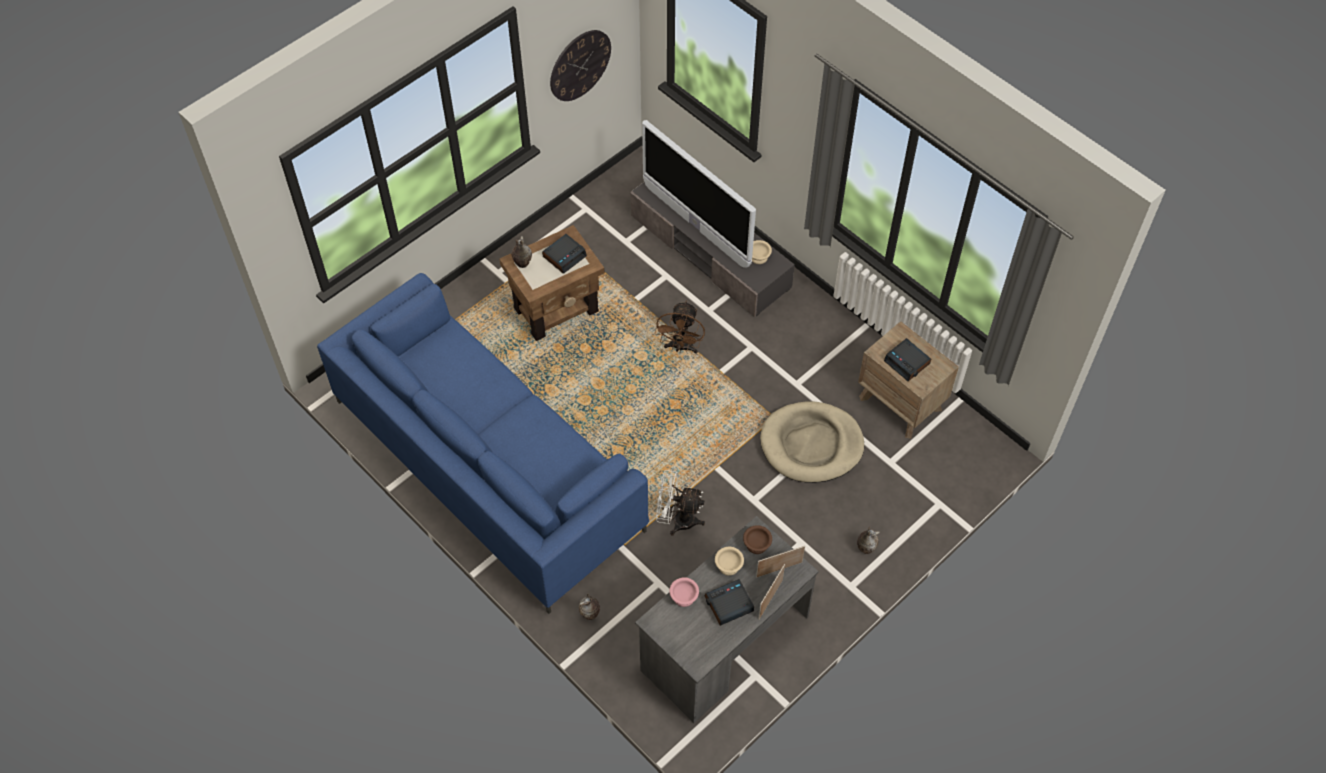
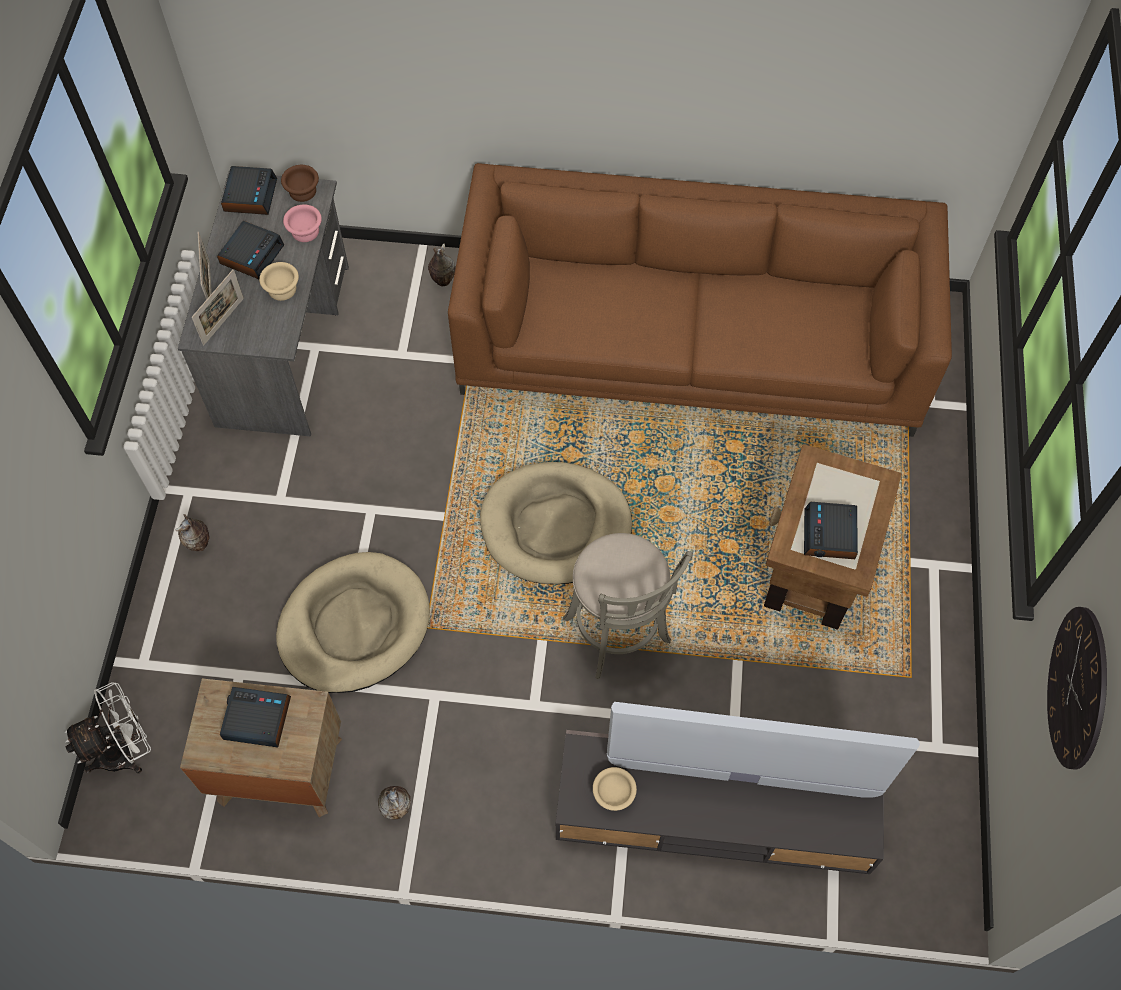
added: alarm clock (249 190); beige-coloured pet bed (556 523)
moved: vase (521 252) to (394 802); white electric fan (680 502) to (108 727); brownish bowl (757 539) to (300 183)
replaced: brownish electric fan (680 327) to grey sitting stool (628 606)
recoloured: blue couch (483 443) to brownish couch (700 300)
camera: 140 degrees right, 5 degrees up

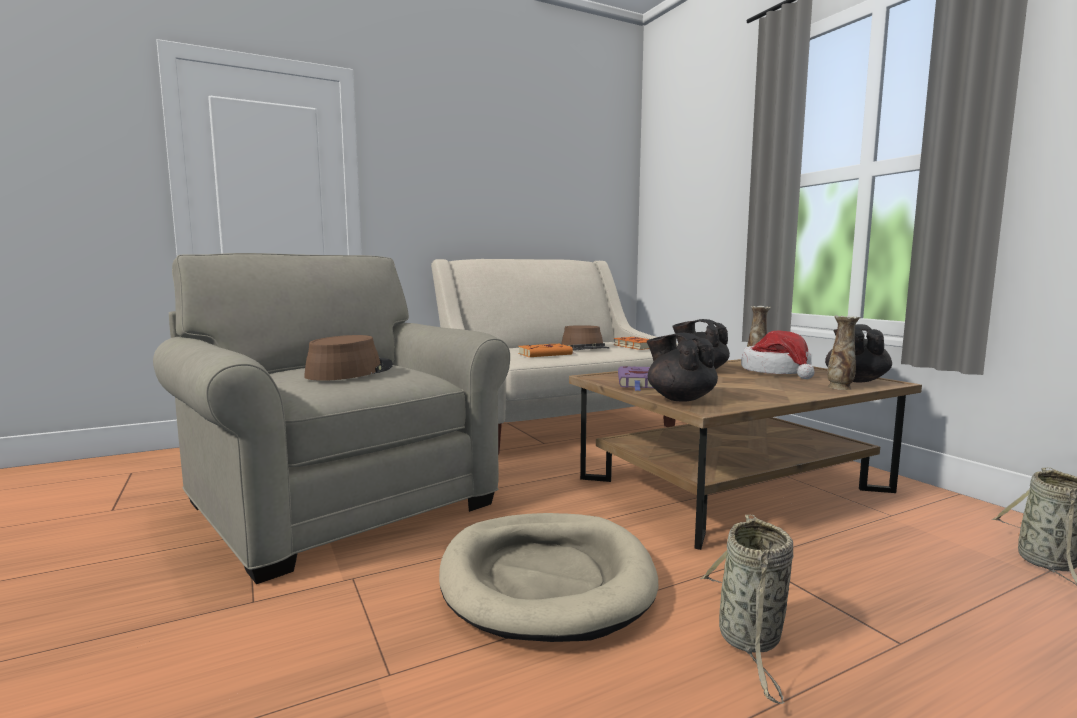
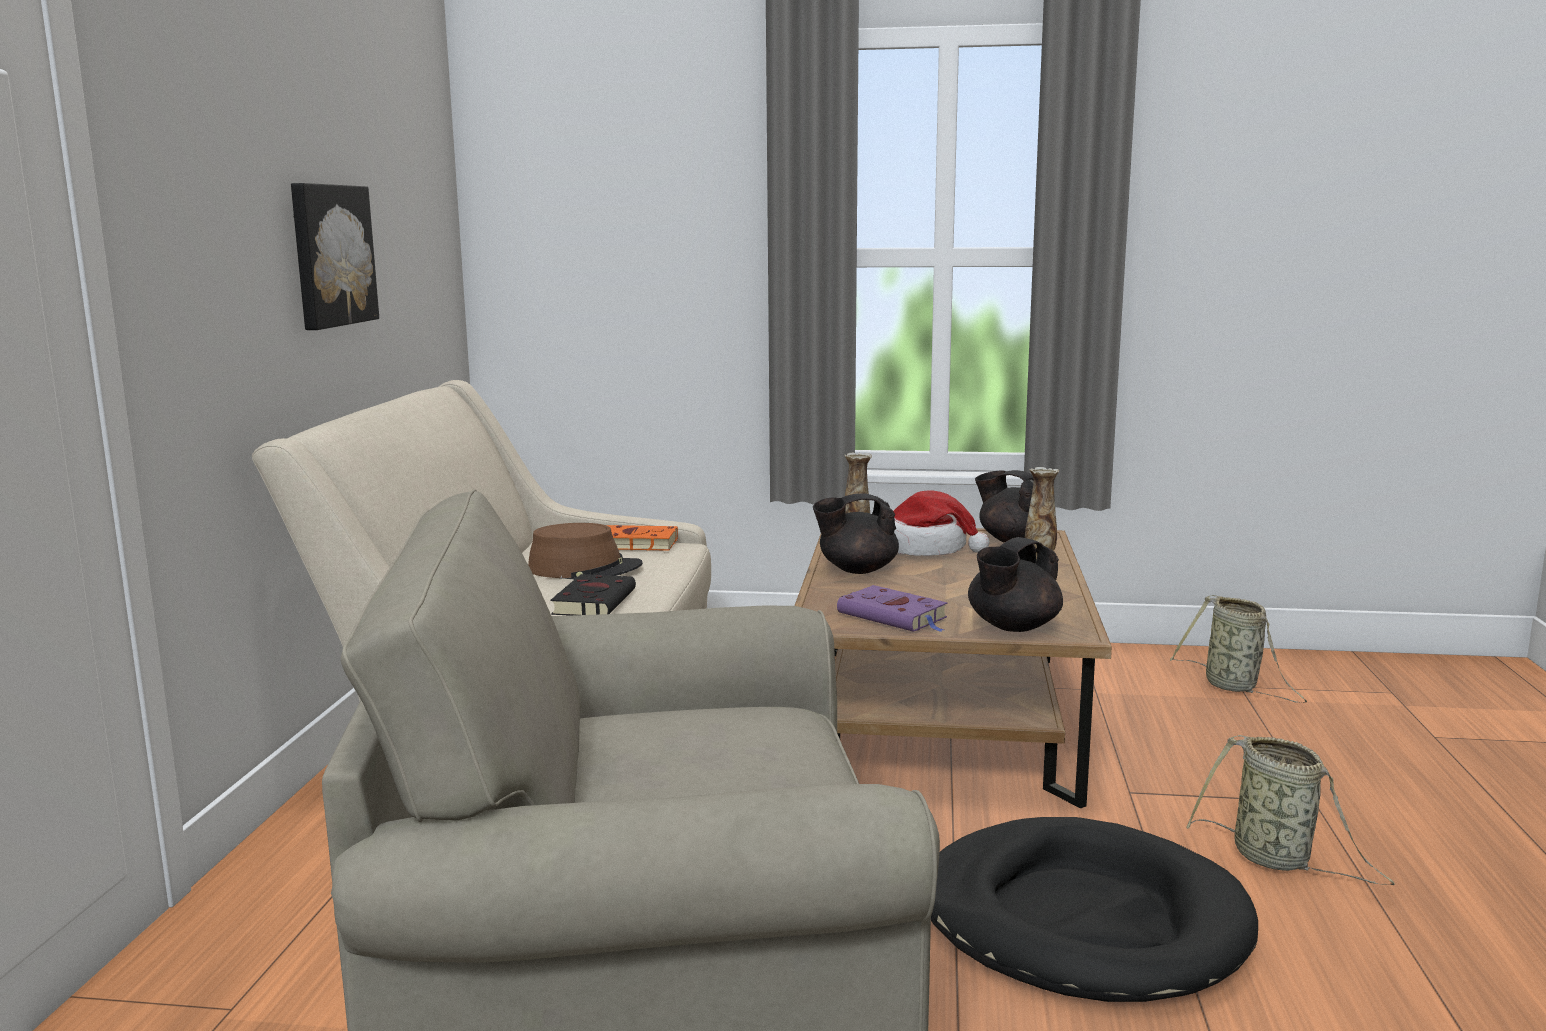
removed: brownish wearable hat (348 358)
added: wall art (335 256)
recoloured: orangey volume (545 350) to blackish volume (593 594); beige-coloured pet bed (548 577) to blackish pet bed (1094 909)
turned: blackish pot for tea (682 367) = (1015 584) 45 degrees counterclockwise
camera: 55 degrees left, 5 degrees up

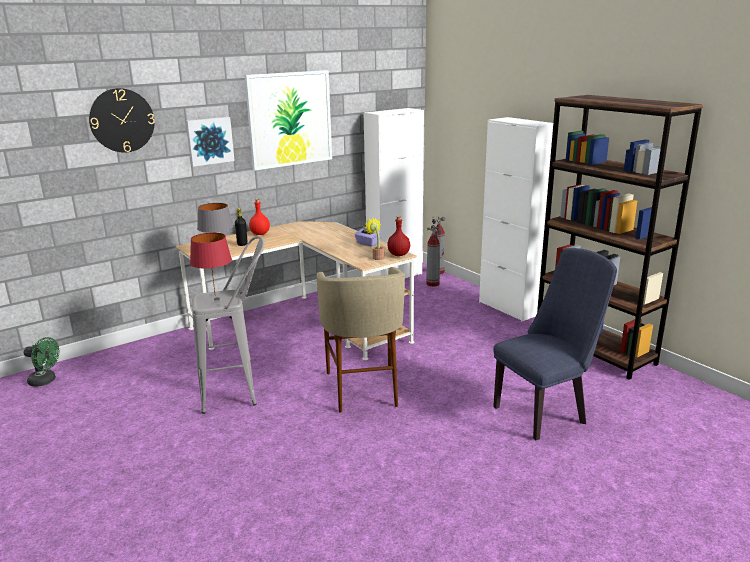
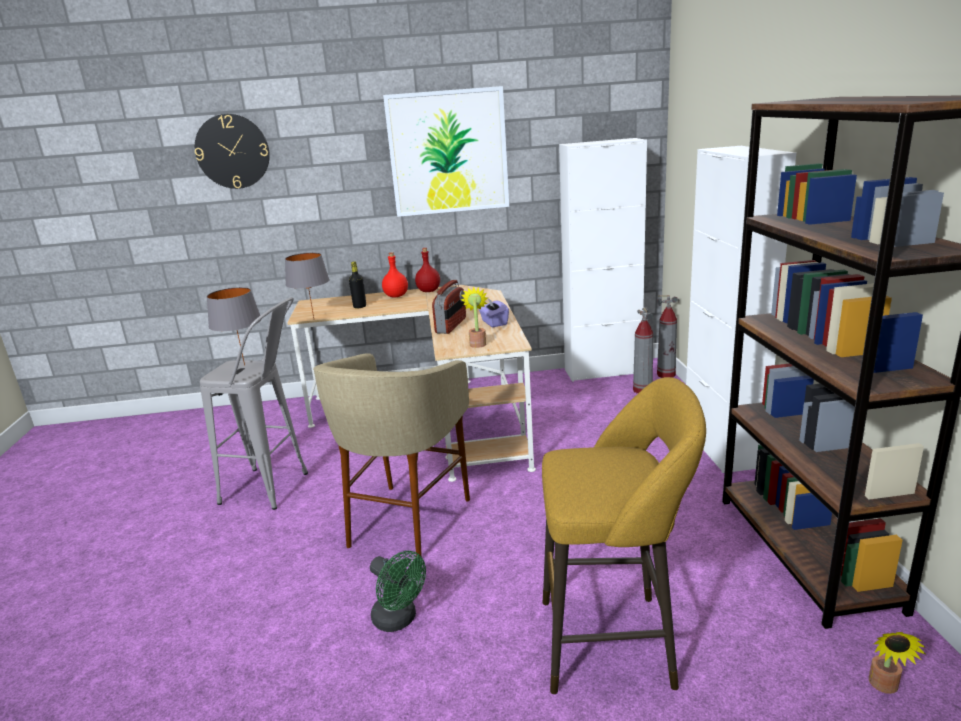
removed: wall art (210 142)
added: radio receiver (449 307); potted plant (898 663)
moved: reddish bottle (398 236) to (427 270); green electric fan (41 362) to (398 591)
replaced: blue upright chair (555 344) to yellowish sitting stool (624 535)
recoloured: reddish tabletop lamp (211 262) to grey tabletop lamp (234 326)
camera: 30 degrees right, 0 degrees up

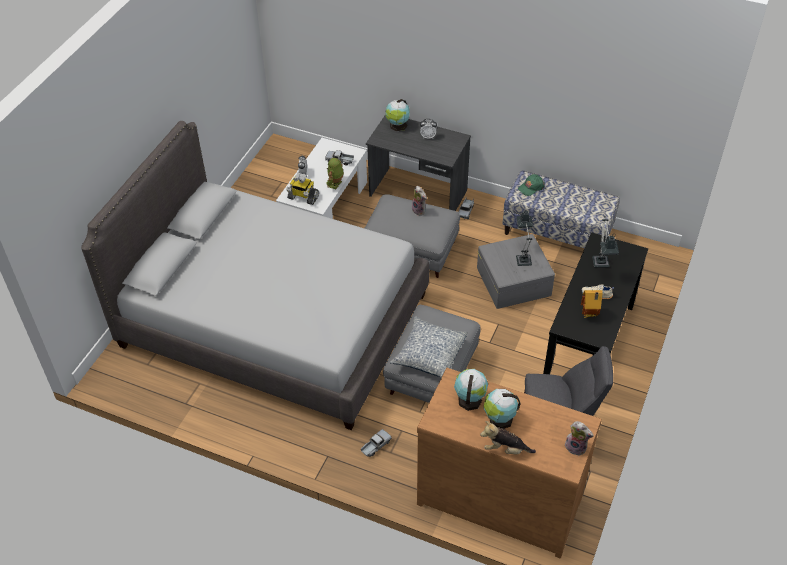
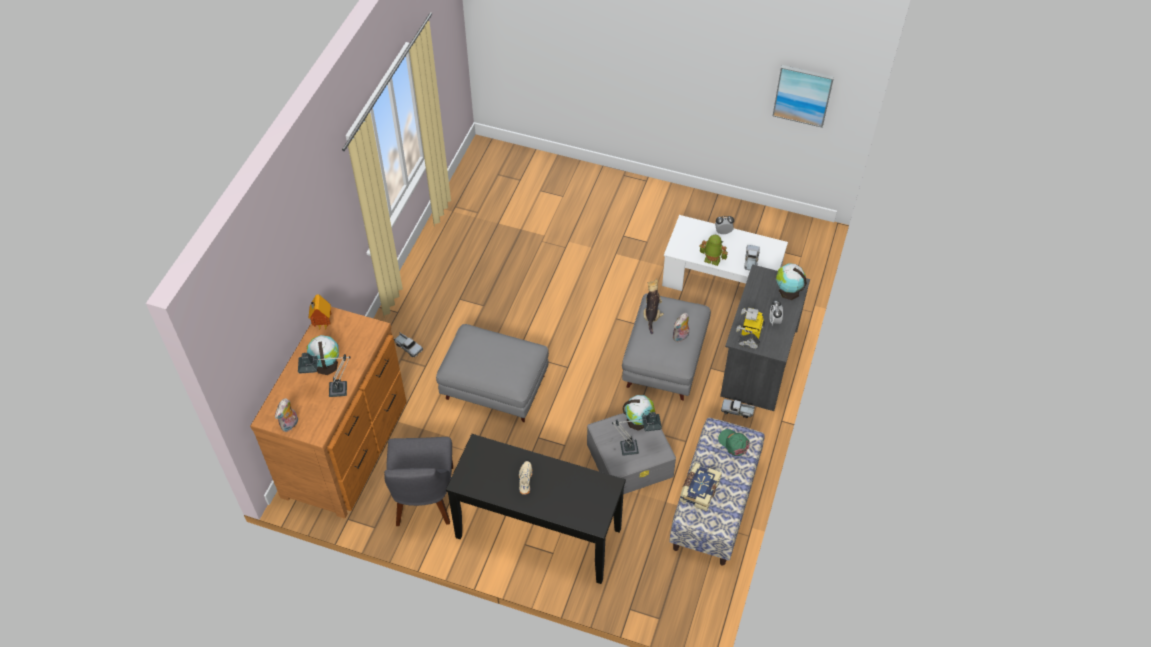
removed: grey sleeping bed (255 275); cushion (429 347)
added: wall art (803 96); volume (701 487)
moved: toy robot (302 189) to (750 328); tabletop lamp (605 242) to (324 375); toy house (592 304) to (320 312); globe (471 390) to (639 413); cuddly toy (508 438) to (653 306)
camera: 85 degrees right, 5 degrees up

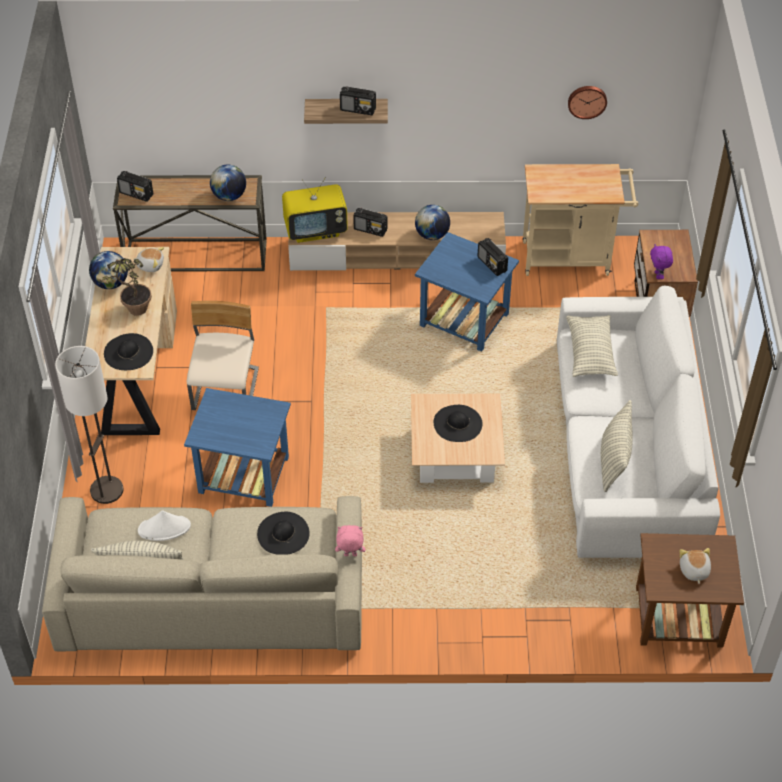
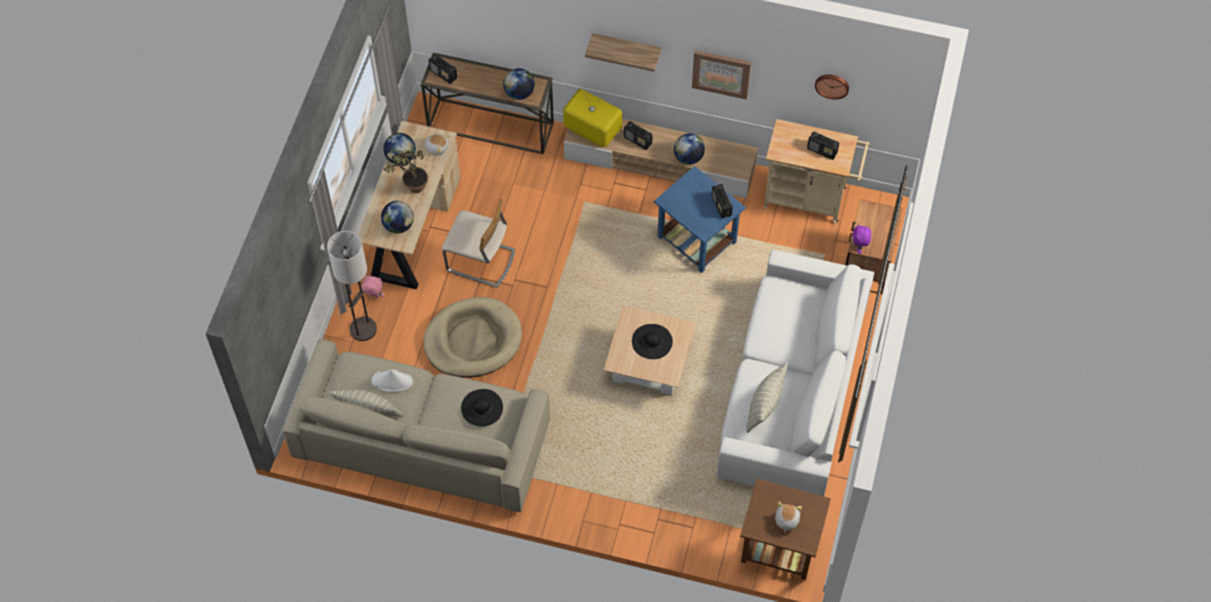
removed: cushion (592 346)
added: wall art (721 75)
moved: radio receiver (358 100) to (823 145); pinkish cuddly toy (350 540) to (373 287)
replaced: blackish wearable hat (128 351) to globe (397 217); blue accent table (237 447) to beige-coloured pet bed (472 337)
turned: television (315 210) = (592 118) 150 degrees counterclockwise; beige-coloured upright chair (222 355) = (478 243) 90 degrees clockwise
camera: 15 degrees right, 10 degrees up

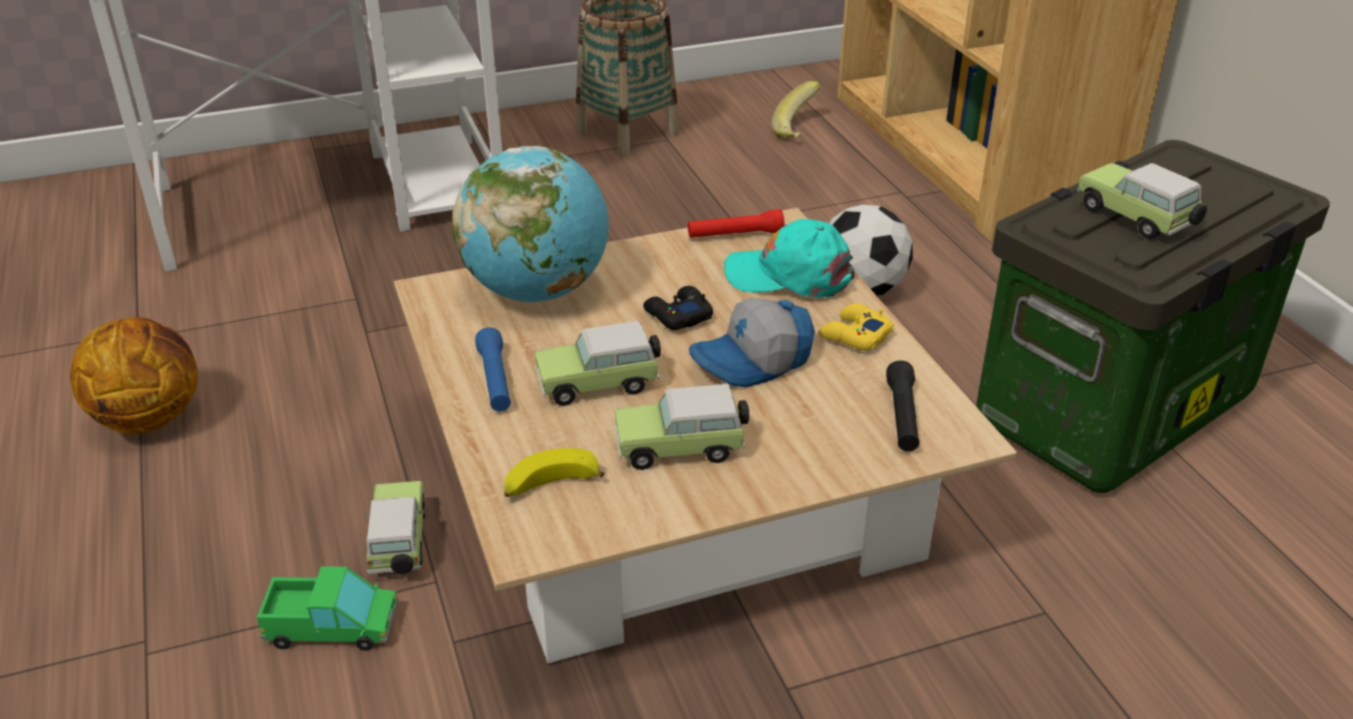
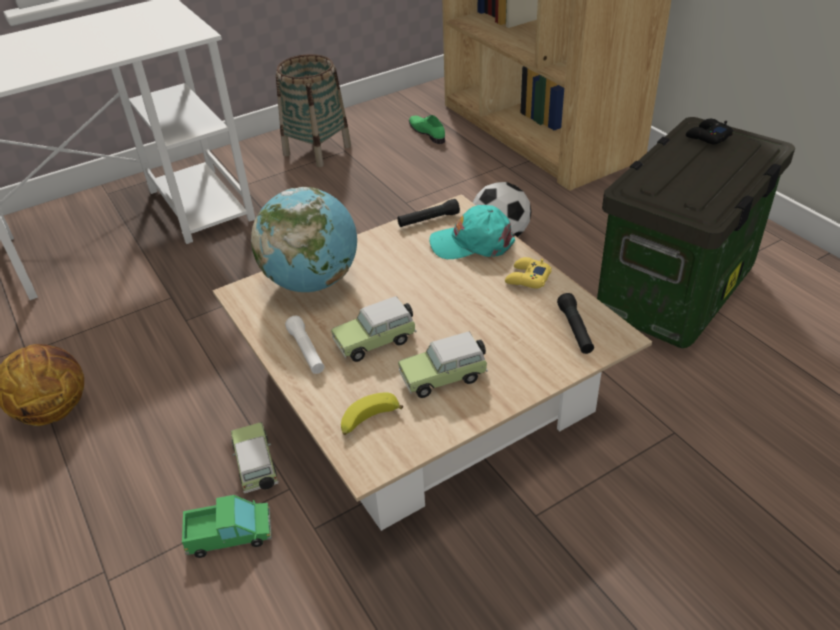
removed: model car (1142 201); peaked cap (752 343)
moved: blackish joypad (678 308) to (709 131)
replaced: banana (796 109) to green shoe (427 129)
recoloured: reddish flashlight (736 223) to blackish flashlight (428 213); blue flashlight (493 369) to white flashlight (304 345)
camera: 10 degrees left, 5 degrees up

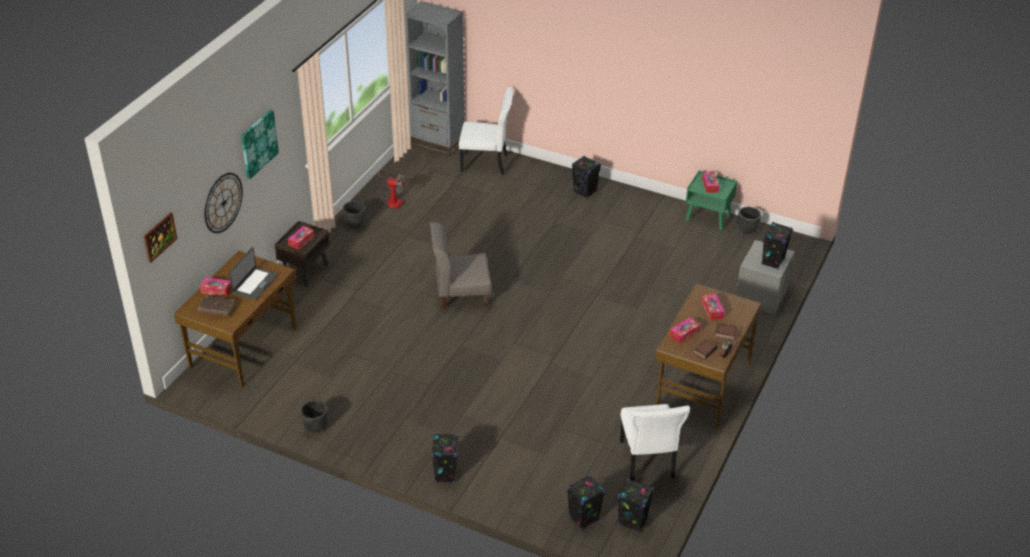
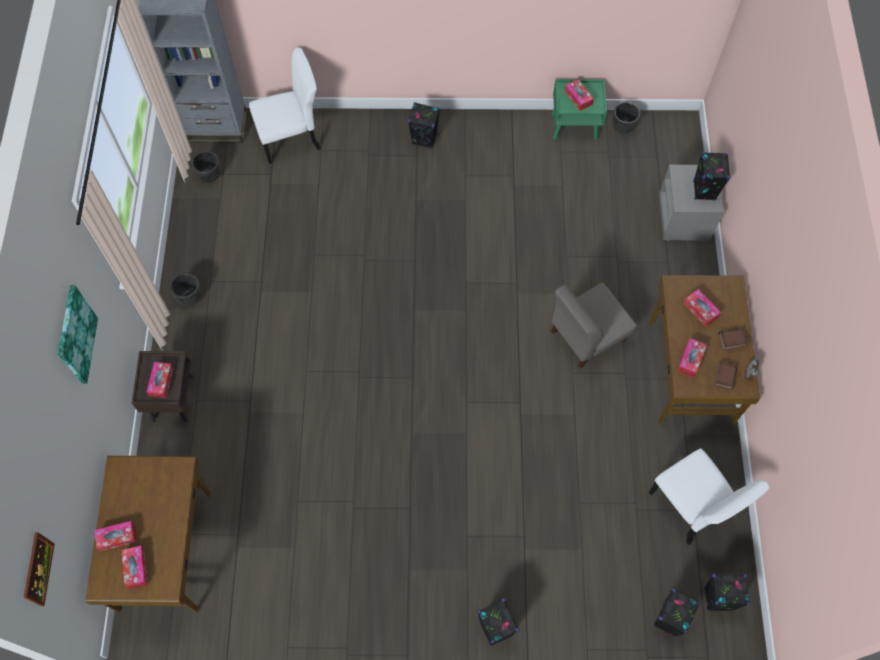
removed: electric fan (391 190); wall clock (224 203); laptop (253 273)
moved: grey upright chair (461 265) to (594 326); blackish plant pot (314 416) to (206 167)
replaced: brownish volume (216 305) to tissue box (134 567)
camera: 25 degrees left, 25 degrees up

